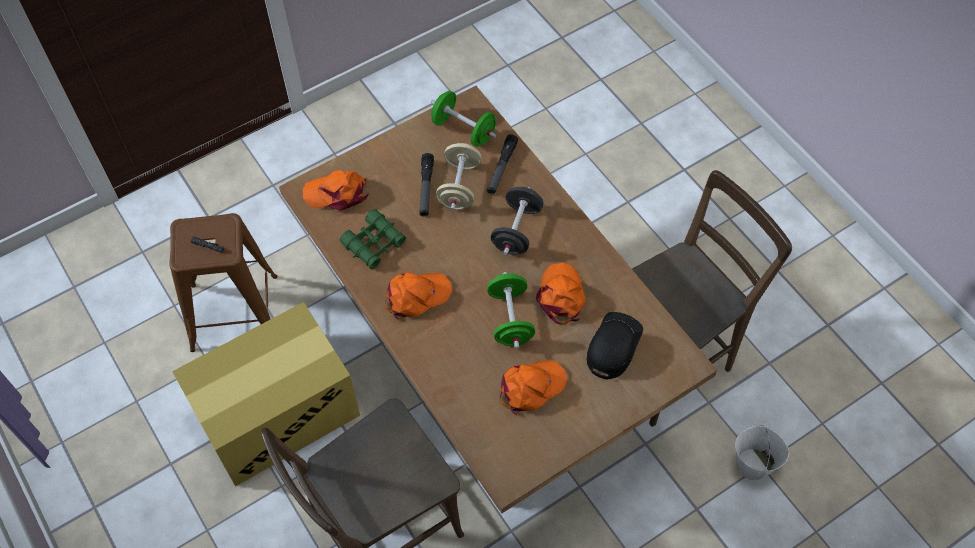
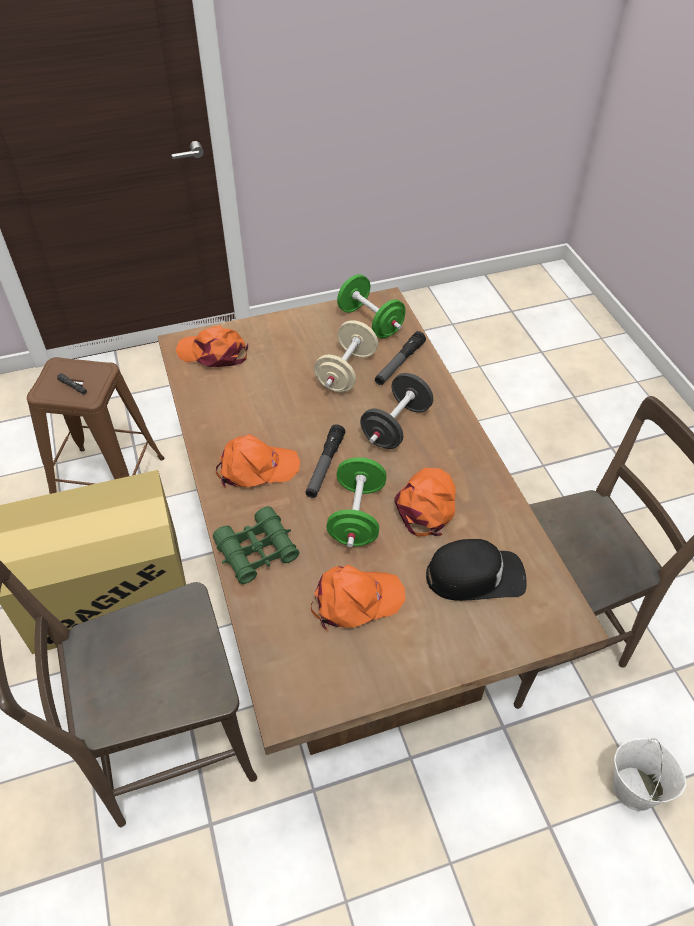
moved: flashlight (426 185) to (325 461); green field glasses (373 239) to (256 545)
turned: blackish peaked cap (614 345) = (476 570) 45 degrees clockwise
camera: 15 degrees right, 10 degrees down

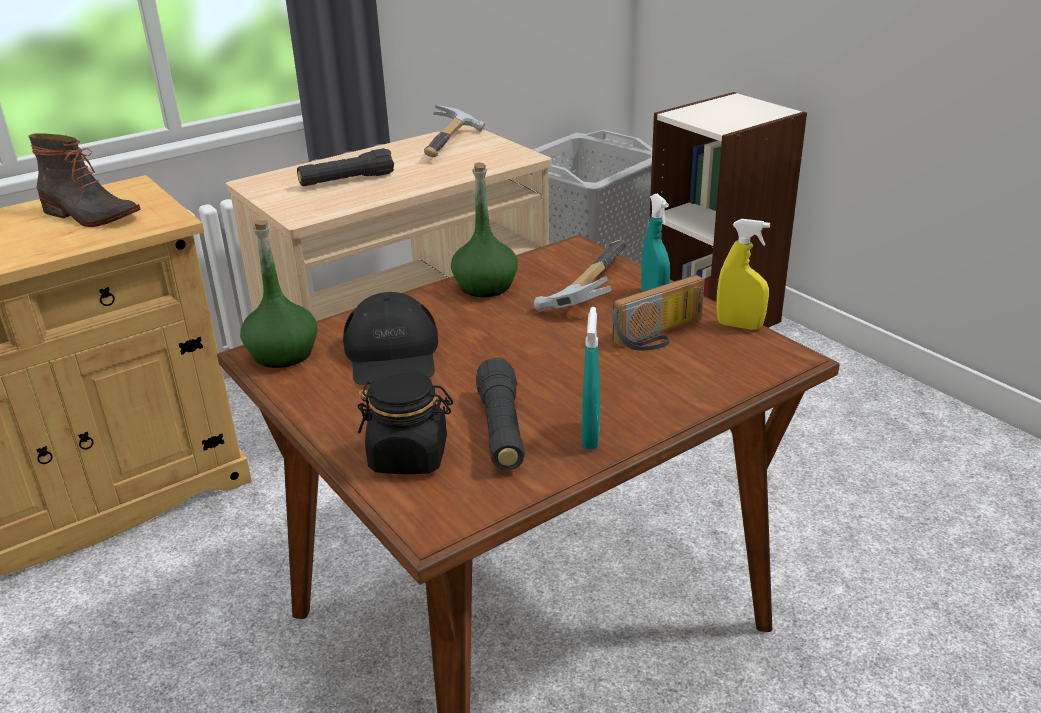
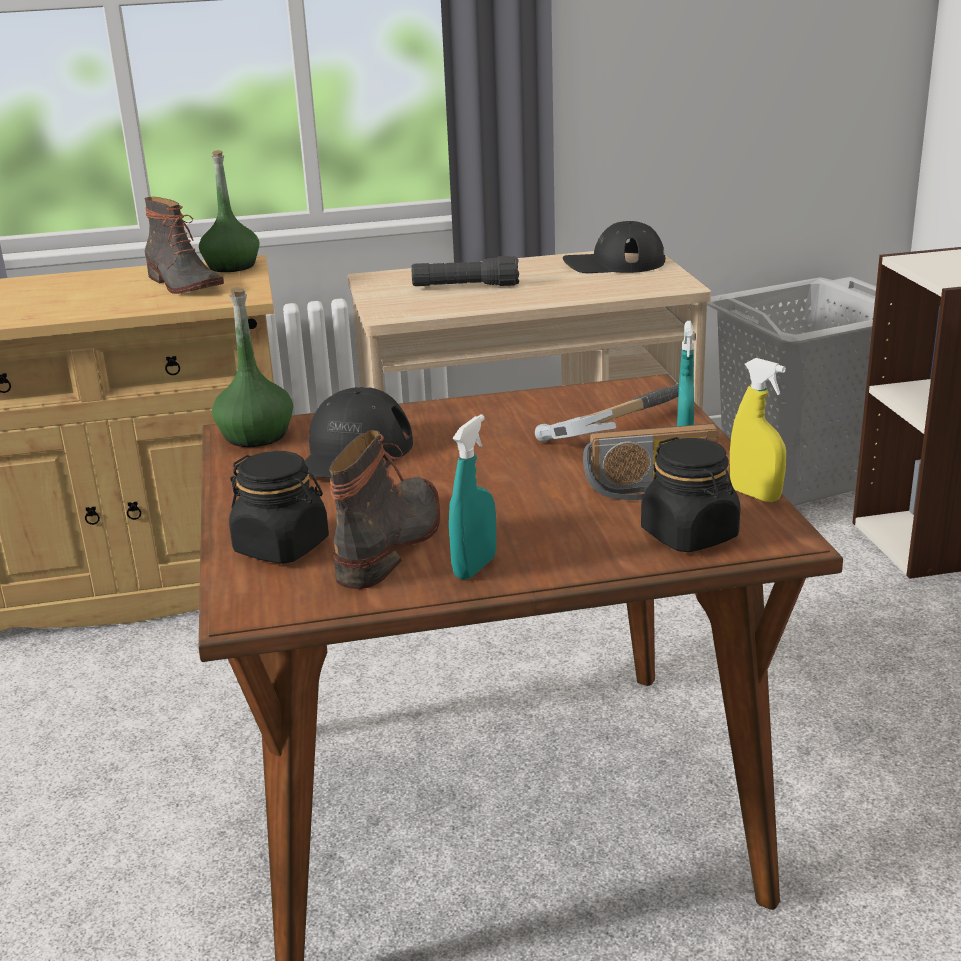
added: blackish preserve jar (690 494)
moved: green bottle (484 229) to (229 211)
replaced: tool hammer (454 131) to blackish peaked cap (614 247); blackish flashlight (500 414) to high-top boot (384 509)
camera: 25 degrees right, 5 degrees down

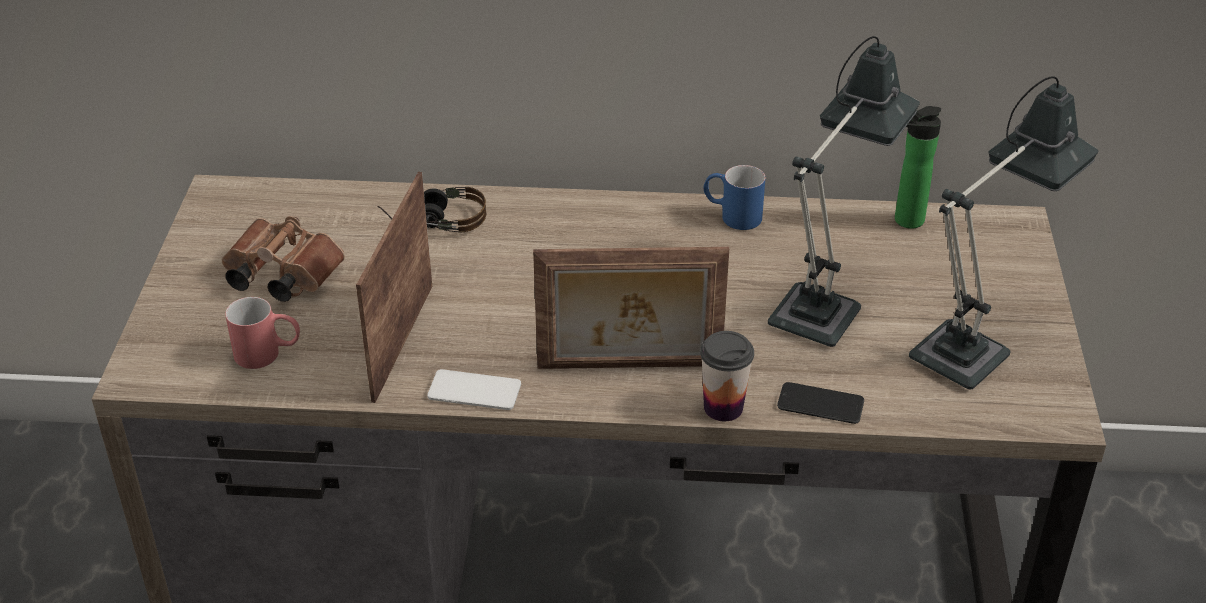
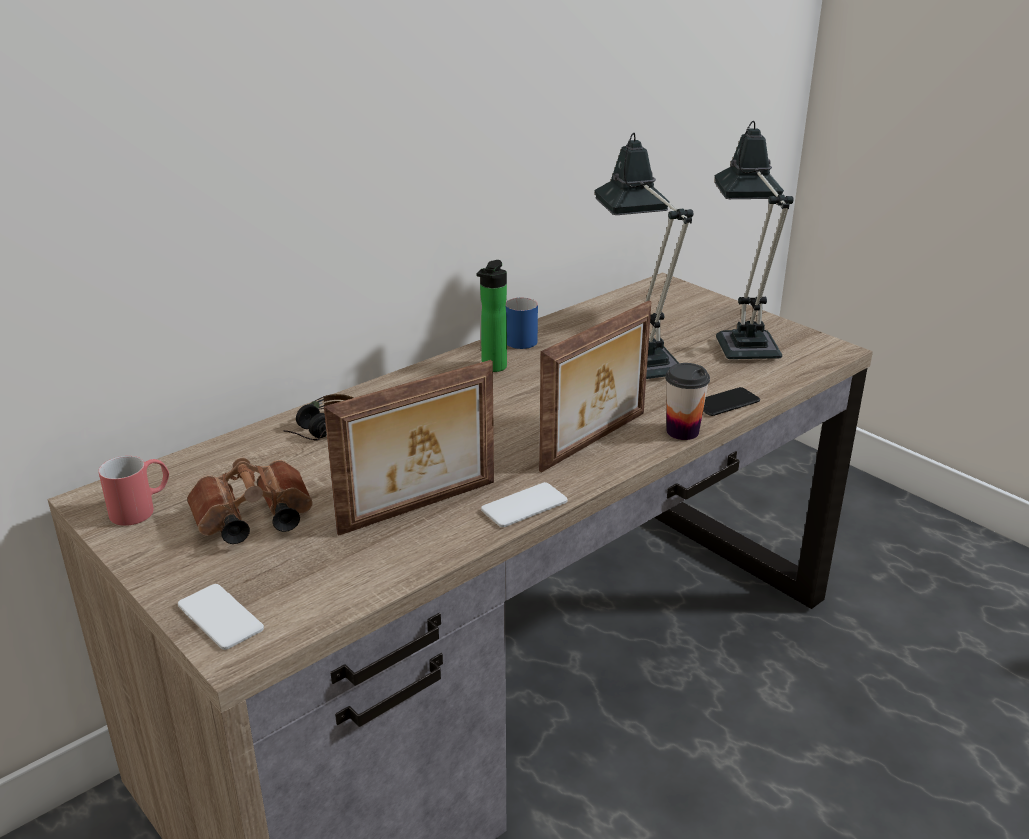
added: handset (221 617)
moved: bottle (918 167) to (492 316); reddish tea mug (262 333) to (133 491)
turned: picture frame (394 287) = (409 448) 90 degrees counterclockwise
camera: 45 degrees left, 10 degrees down

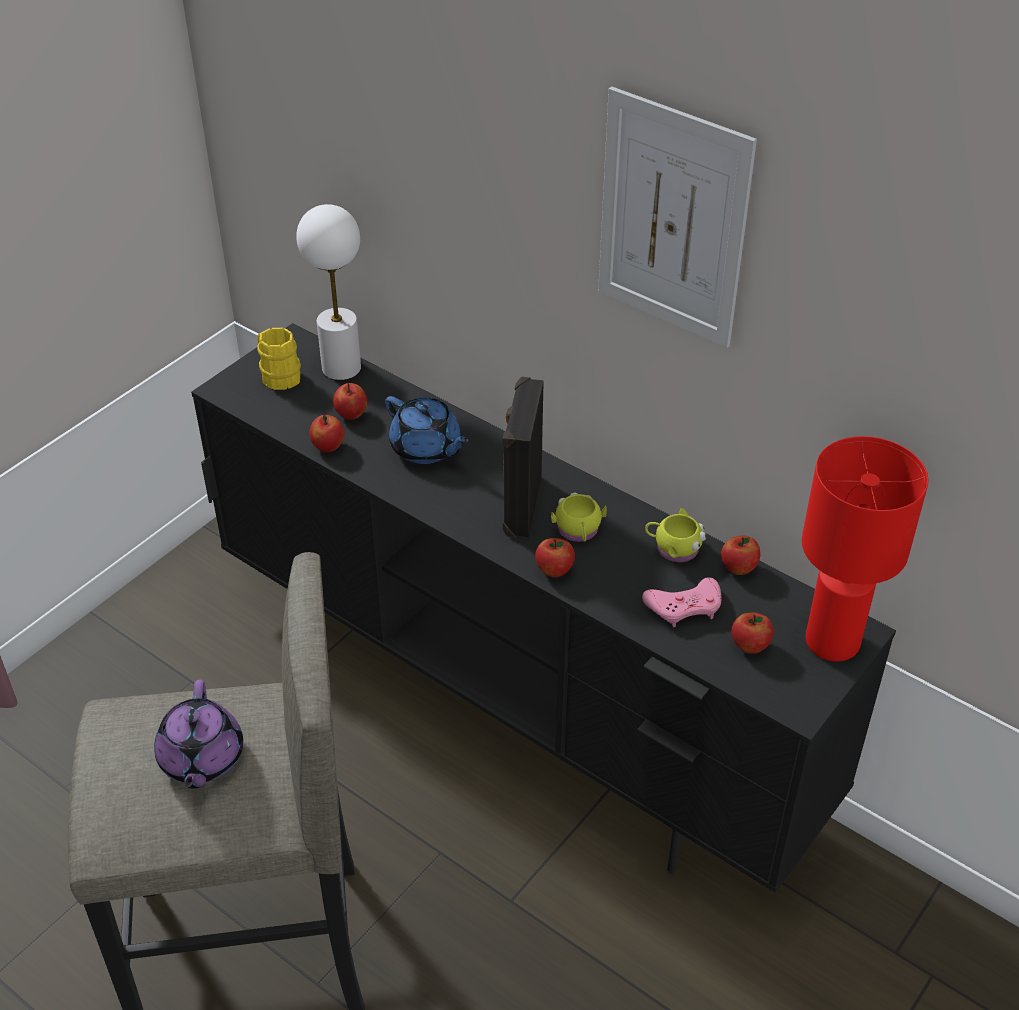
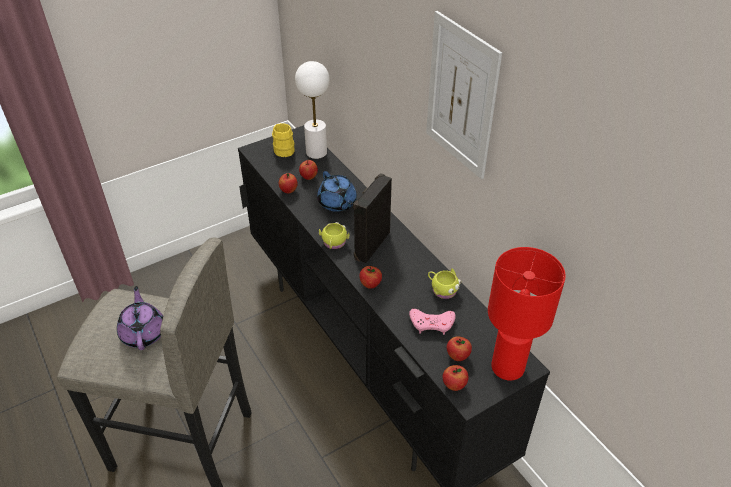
moved: yellowish tea mug (579 517) to (334 235); whole apple (740 555) to (455 378)
turned: purple-coloured pot for tea (198 734) = (140 318) 150 degrees clockwise
camera: 20 degrees right, 0 degrees up

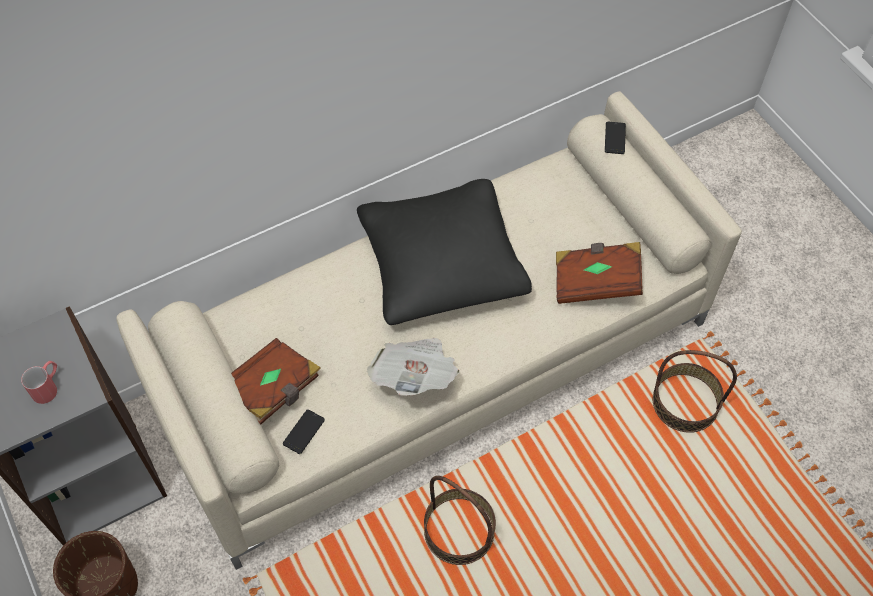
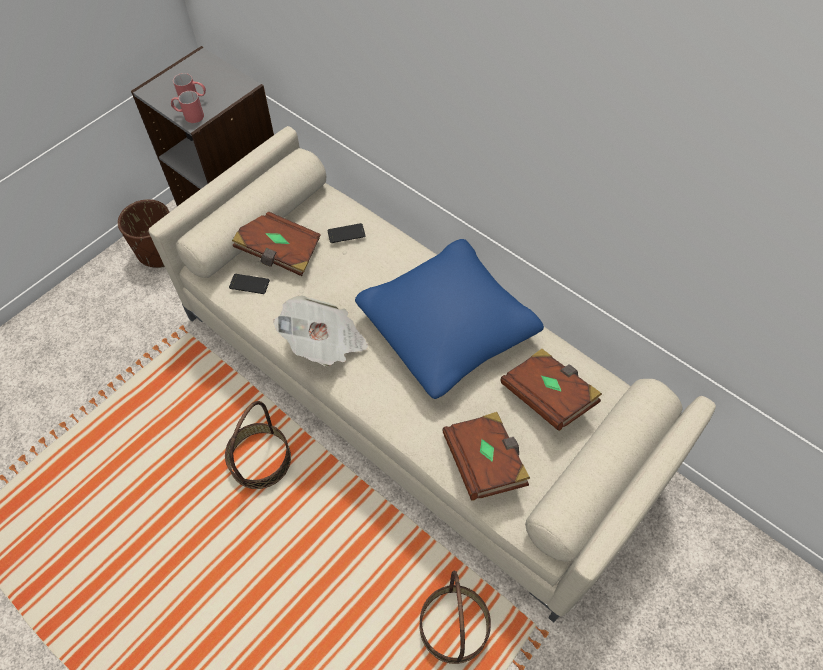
added: reddish tea mug (187 107); brownish volume (551 390)
moved: handset (615 138) to (346 233)
recoloured: blackish cushion (444 252) to blue cushion (449 319)
camera: 70 degrees right, 0 degrees up

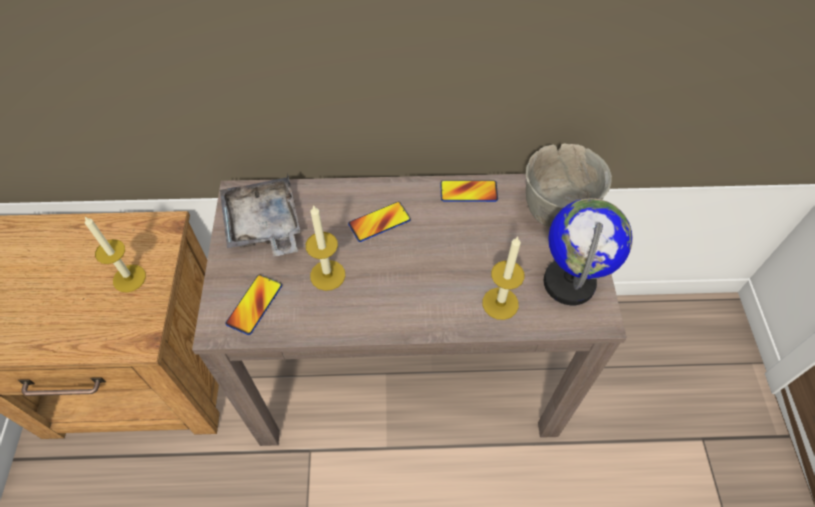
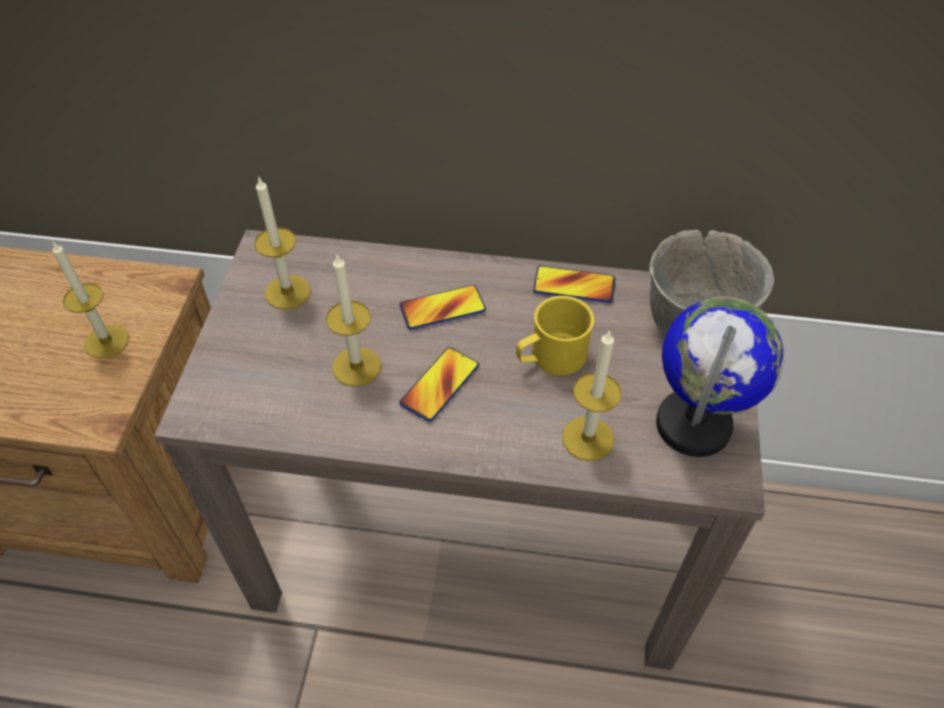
added: yellowish tea mug (555 335)
moved: handset (253 305) to (439 384)
replaced: grey tray (260 215) to candle (282 243)
camera: 10 degrees right, 5 degrees down

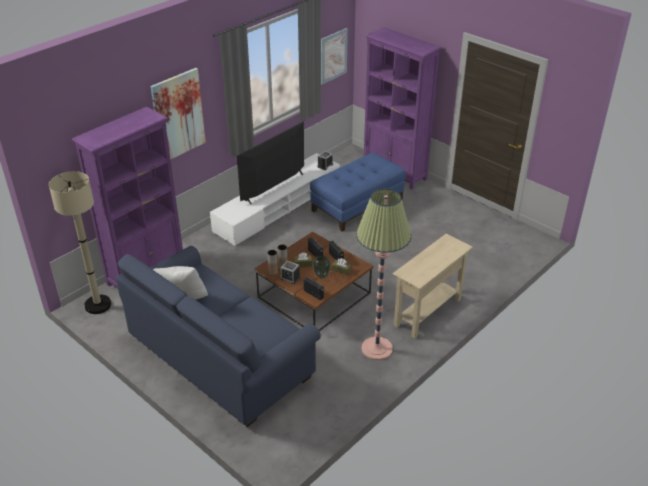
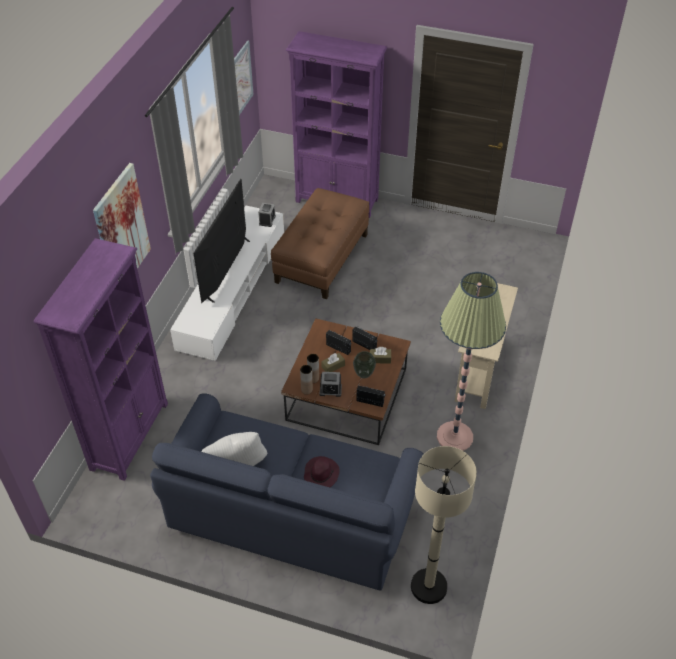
added: purple-coloured wearable hat (322 471)
moved: beige-coloured standing lamp (80 242) to (444 525)
recoloured: blue pouffe (357 192) to brownish pouffe (320 243)
camera: 25 degrees left, 10 degrees up

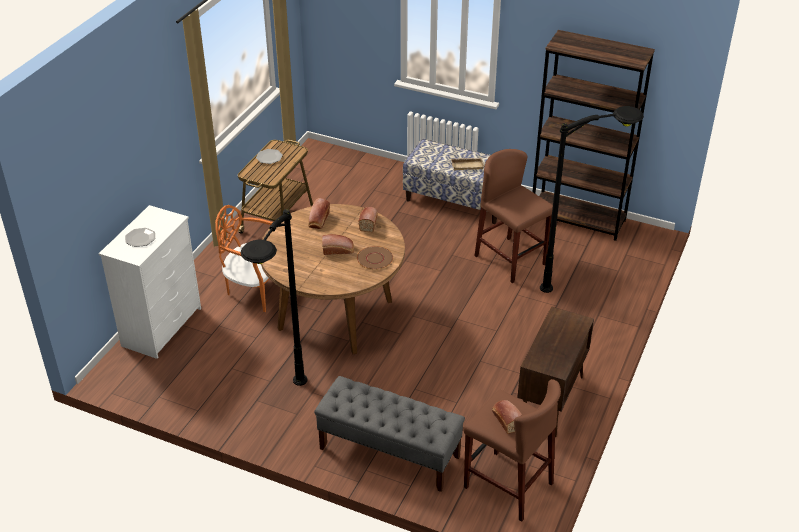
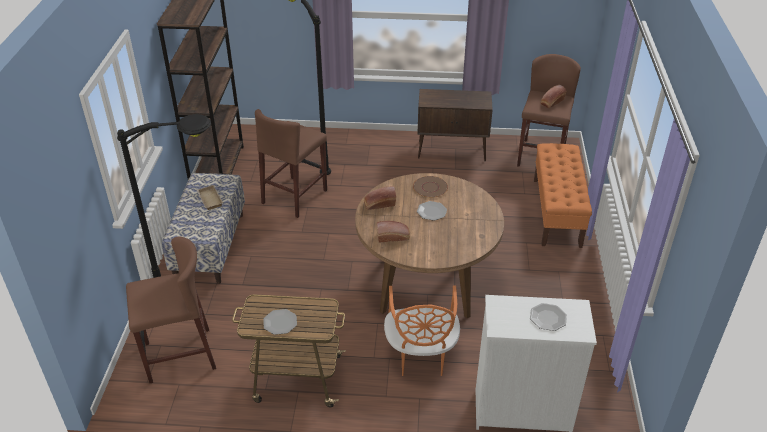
added: brownish sitting stool (171 310)
moved: blackish standing lamp (274 297) to (164 196)
replaced: bread (338 244) to dinner plate (432 211)
recoloured: grey indoor bench (389 434) to orangey indoor bench (563 195)
camera: 110 degrees left, 0 degrees up

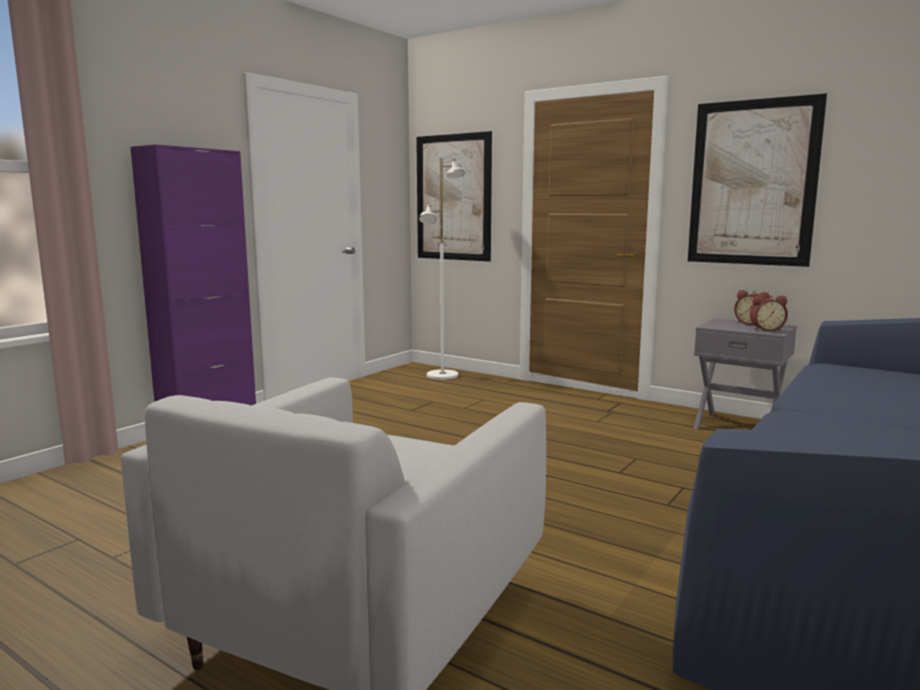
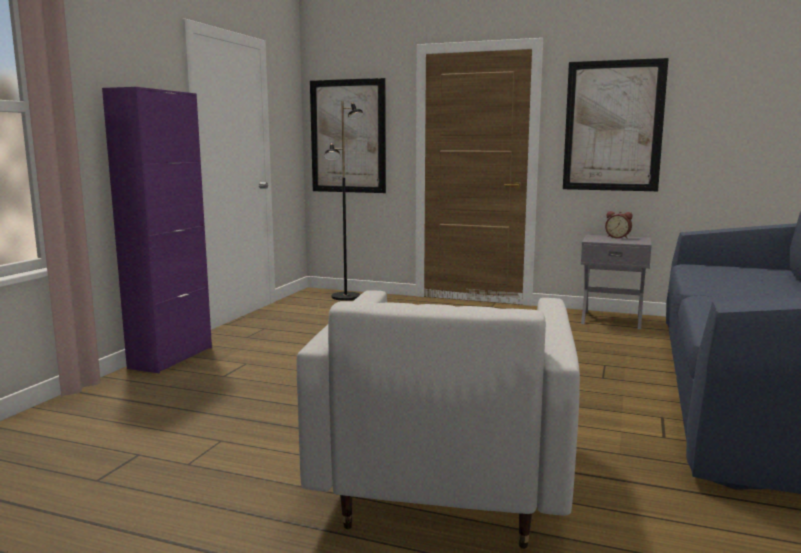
removed: alarm clock (769 313)
recoloured: white standing lamp (442 269) to blackish standing lamp (344 201)
camera: 15 degrees left, 0 degrees up

